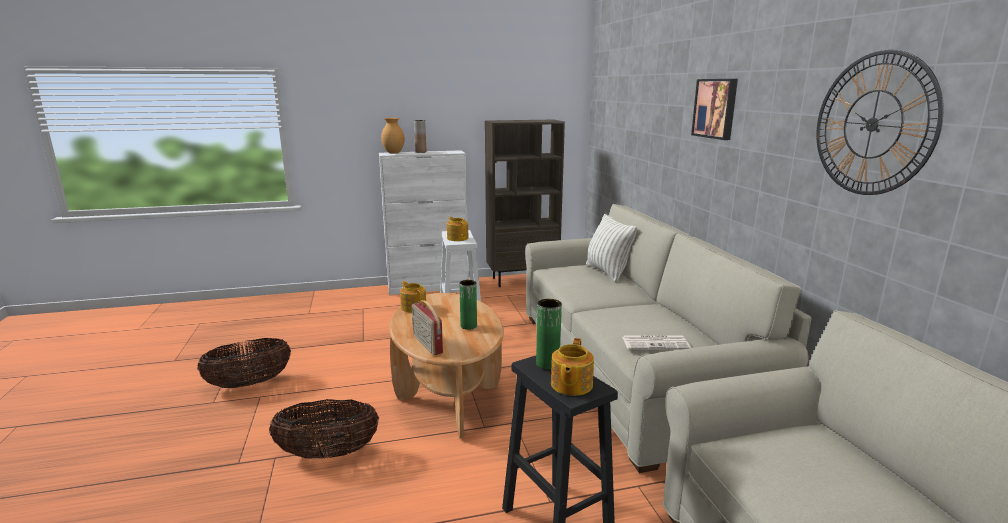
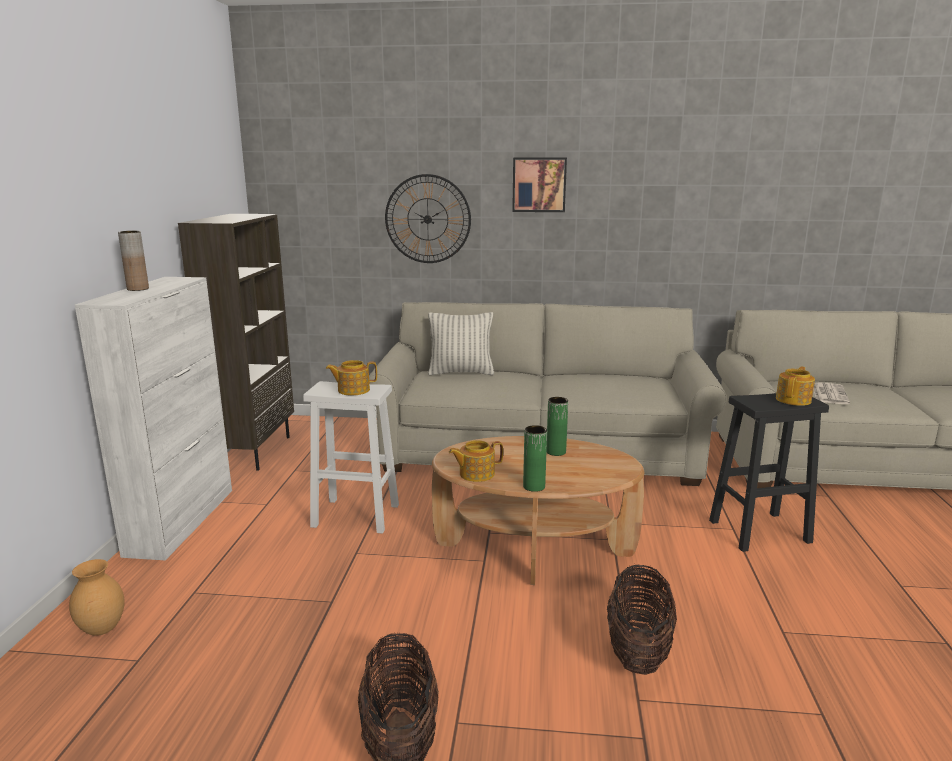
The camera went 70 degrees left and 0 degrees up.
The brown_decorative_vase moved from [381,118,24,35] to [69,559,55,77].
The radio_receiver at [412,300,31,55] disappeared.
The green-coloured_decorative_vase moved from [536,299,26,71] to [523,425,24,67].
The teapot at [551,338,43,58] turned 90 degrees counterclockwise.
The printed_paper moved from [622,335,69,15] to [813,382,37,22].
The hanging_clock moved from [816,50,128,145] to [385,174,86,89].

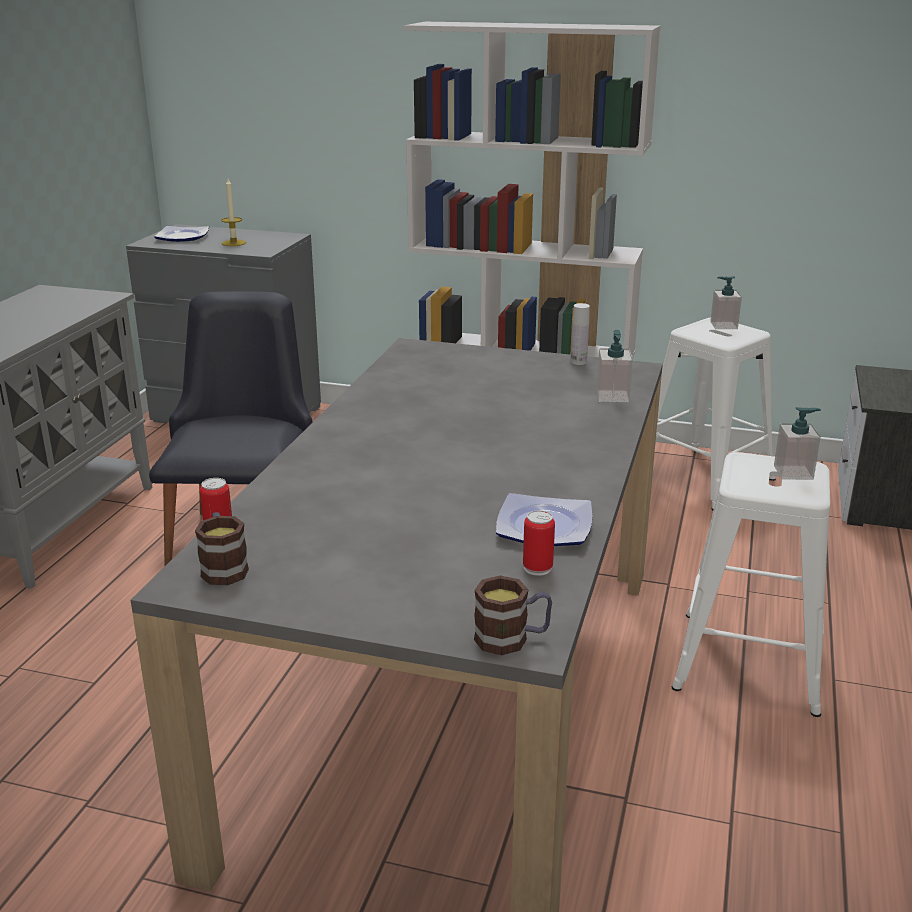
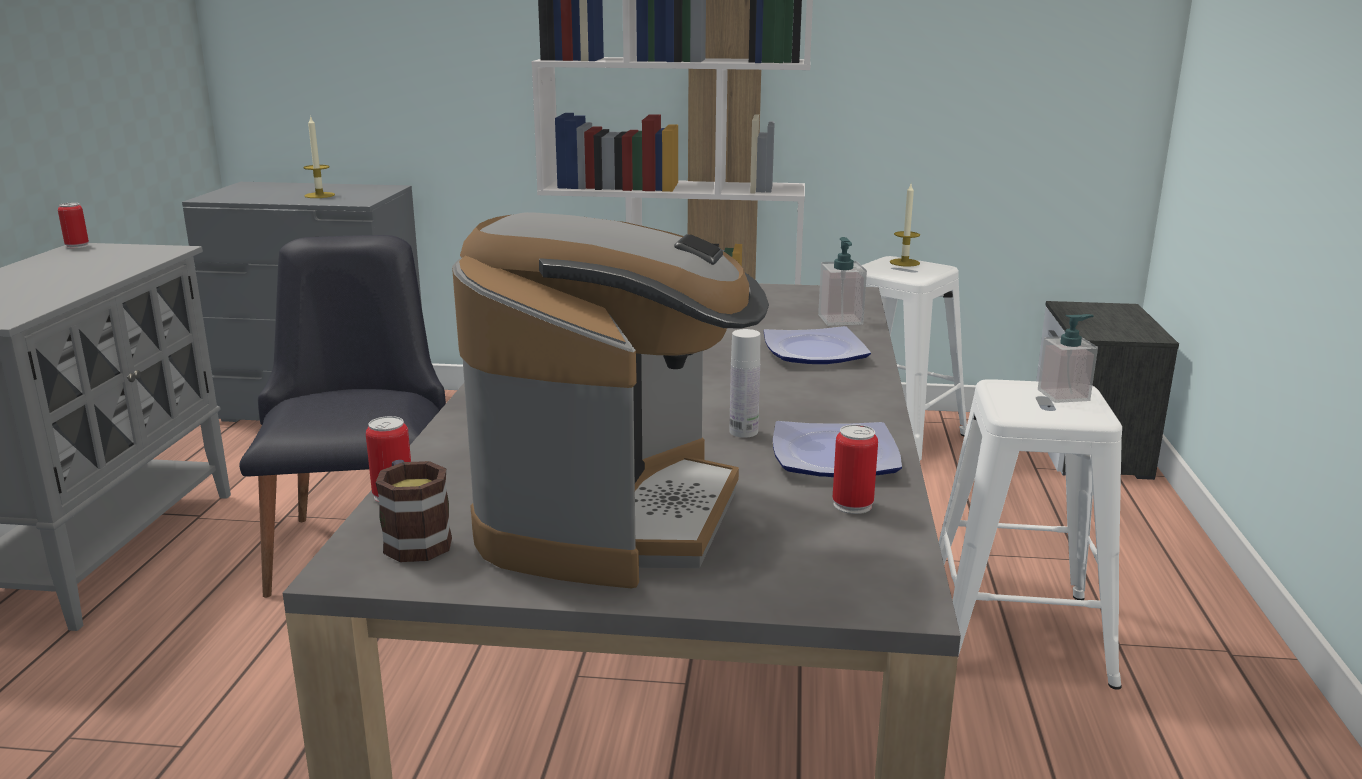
The camera went 10 degrees left and 5 degrees down.
The flat_dish moved from [154,226,55,16] to [764,326,107,38].
The mug at [474,575,78,80] disappeared.
The white-coloured_bottle moved from [571,303,19,62] to [729,329,31,109].
The soap_dispenser at [710,276,32,53] was replaced by the wax_candle at [890,184,30,83].
The sealed_can at [58,203,31,46] appeared.
The coffee_machine at [452,212,317,377] appeared.

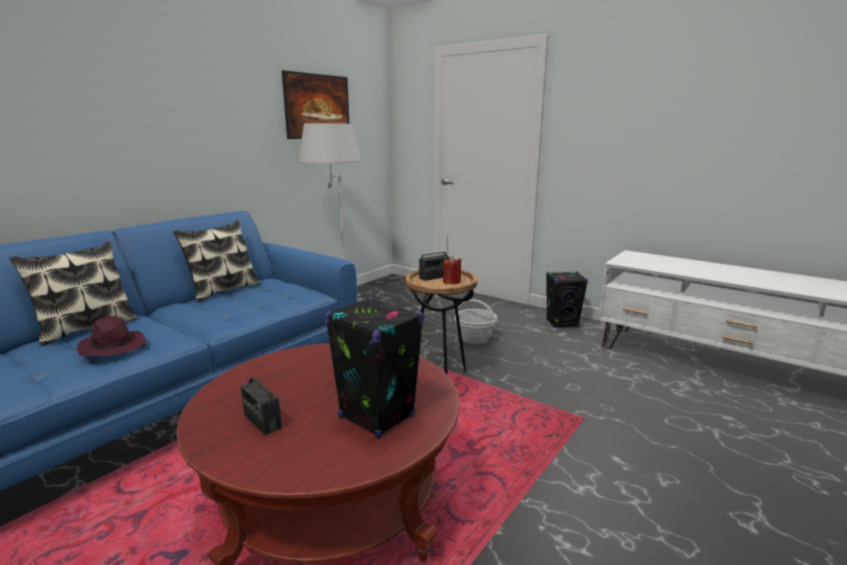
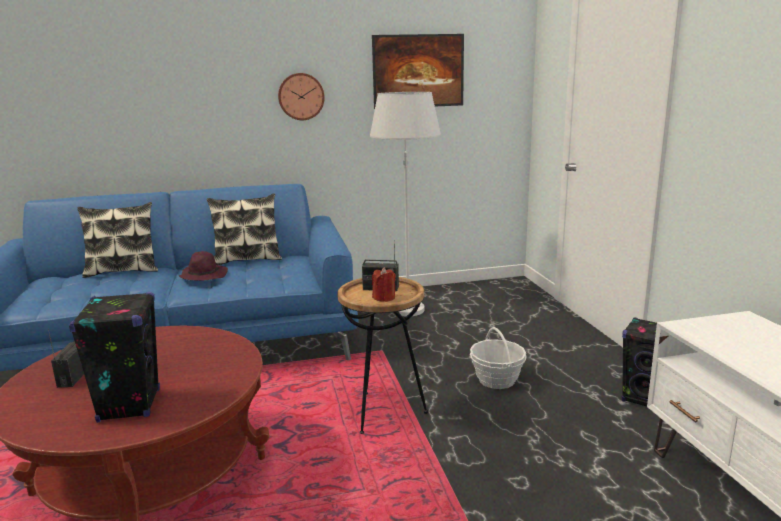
The camera went 40 degrees right and 0 degrees up.
The purple-coloured_clothing_hat moved from [77,316,68,41] to [179,251,49,30].
The hanging_clock at [278,73,47,47] appeared.

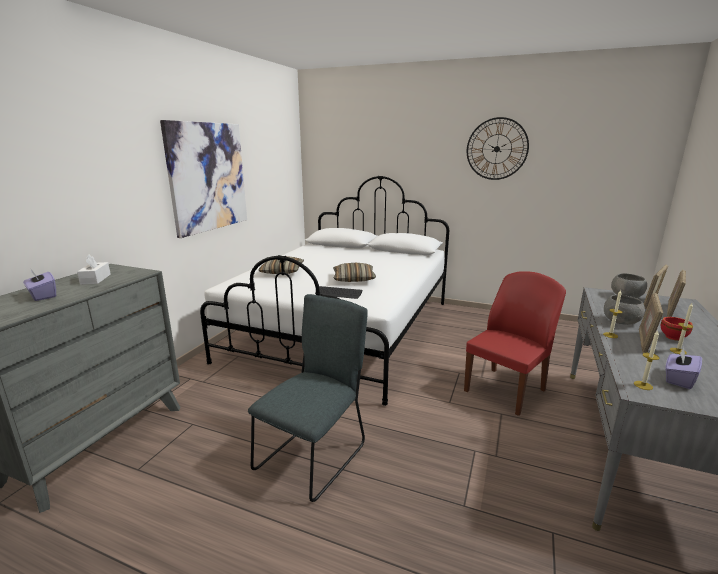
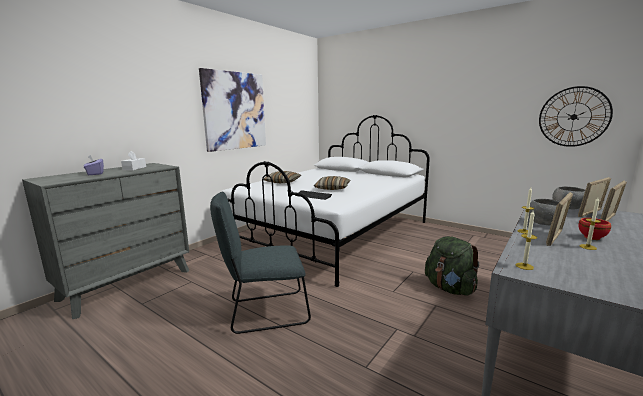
The camera went 15 degrees right and 5 degrees down.
The gray_plain_chair at [248,294,120,208] turned 150 degrees counterclockwise.
The reddish_plain_chair at [464,271,102,145] was replaced by the green-coloured_backpack at [425,236,54,60].
The hanging_clock moved from [467,117,62,63] to [539,86,74,61].
The purple-coloured_tissue_box at [665,347,37,42] disappeared.

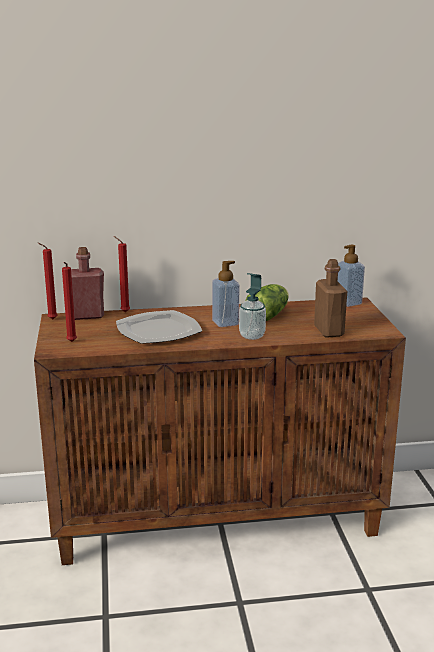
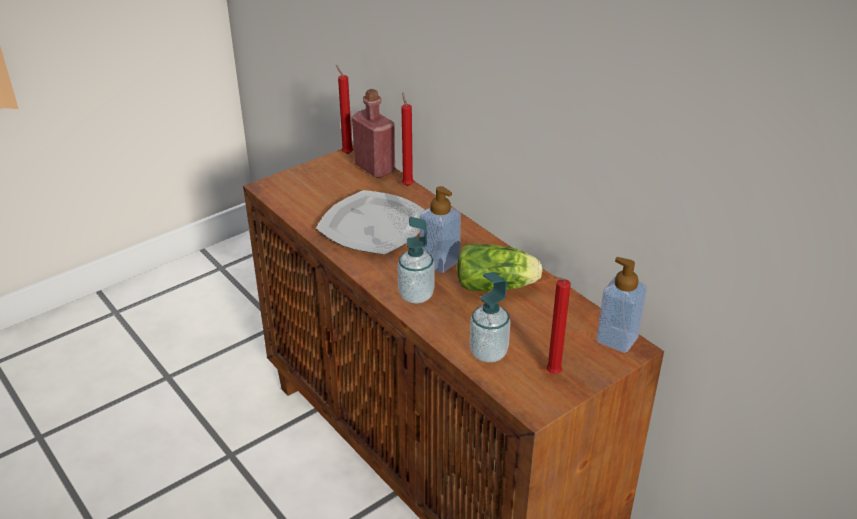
The camera went 60 degrees right and 15 degrees up.
The reddish_wax_candle moved from [62,262,15,80] to [546,276,25,98].
The brown_bottle at [314,259,33,78] was replaced by the soap_dispenser at [470,272,40,90].

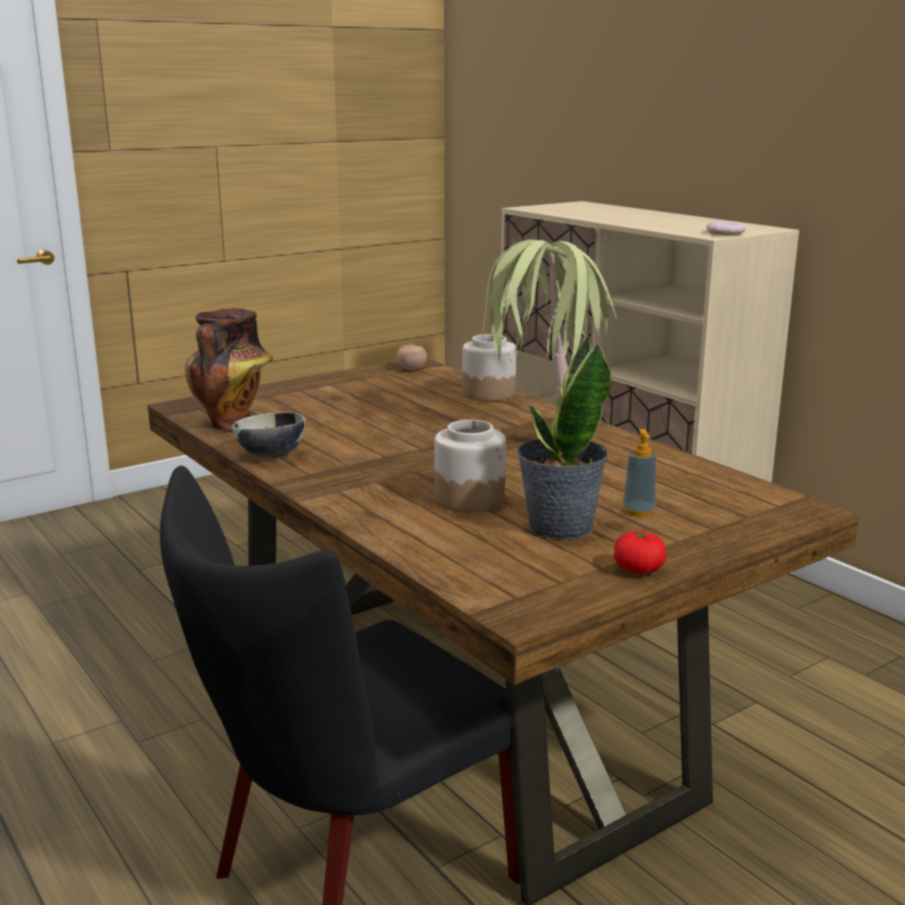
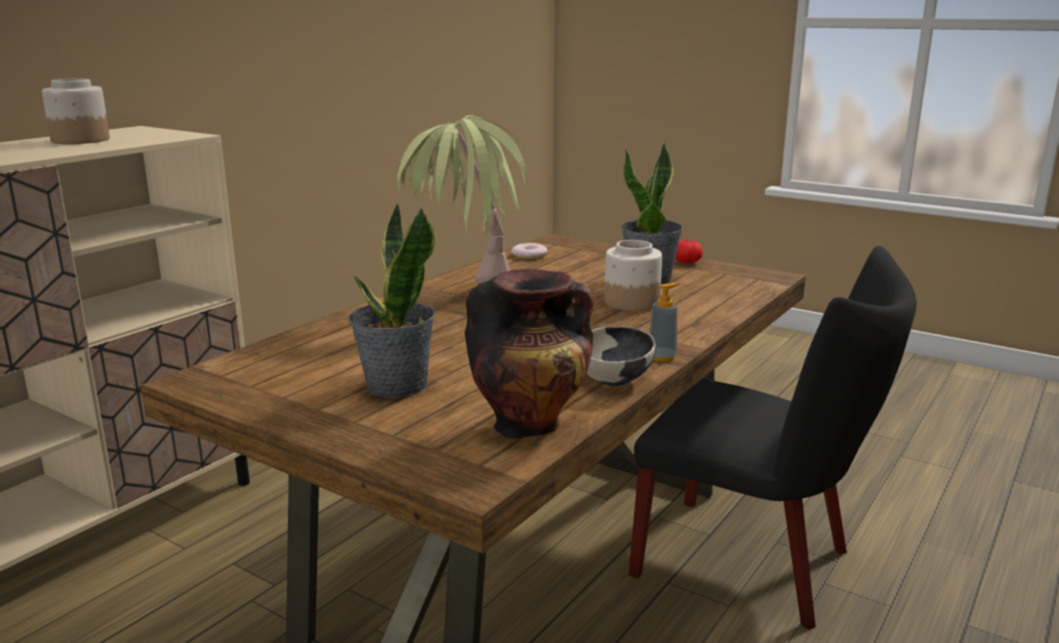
The camera went 110 degrees left and 0 degrees up.
The tomato at [397,344,30,26] disappeared.
The storage_jar moved from [462,334,54,67] to [42,79,68,65].
The soap_dispenser moved from [623,429,33,88] to [650,283,30,79].
The ring_doughnut moved from [706,221,40,14] to [511,243,36,16].
The houseplant at [348,202,87,196] appeared.

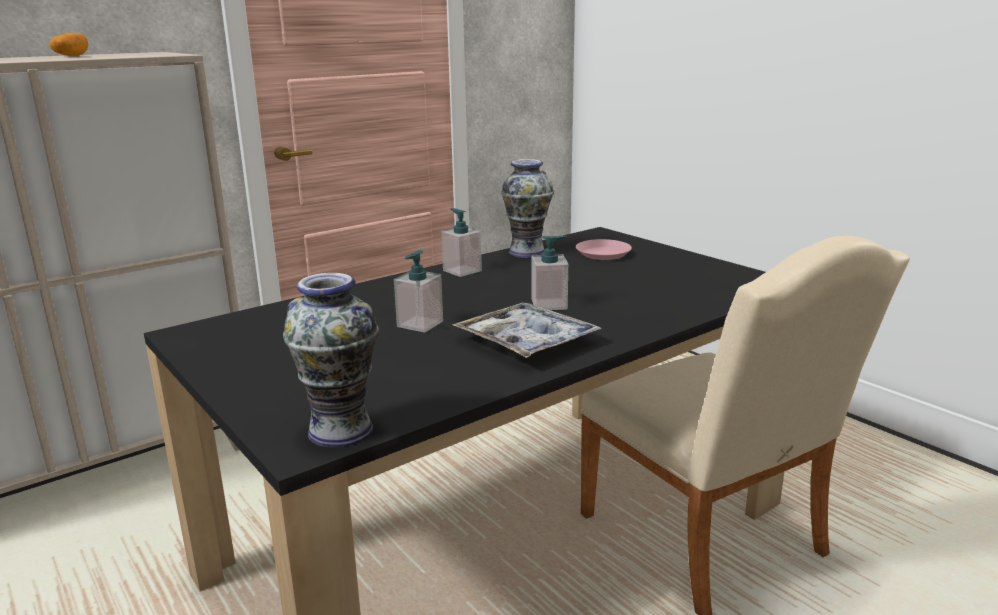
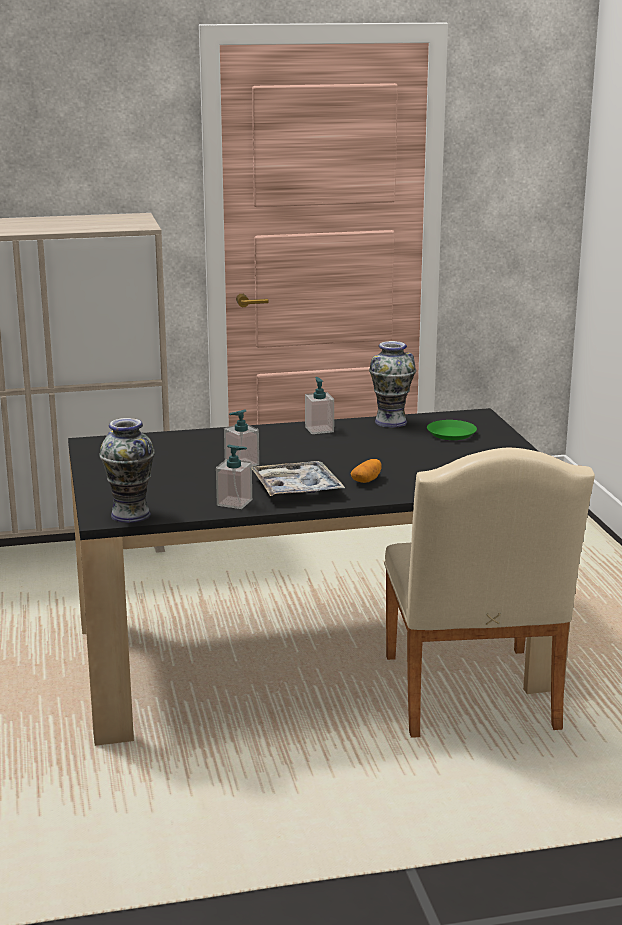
The camera went 25 degrees right and 0 degrees up.
The potato moved from [49,33,39,23] to [351,459,31,24].
The soap_dispenser moved from [532,236,36,74] to [216,445,36,64].
The pink-coloured_flat_dish at [576,239,56,21] became the green-coloured_flat_dish at [427,420,50,20].

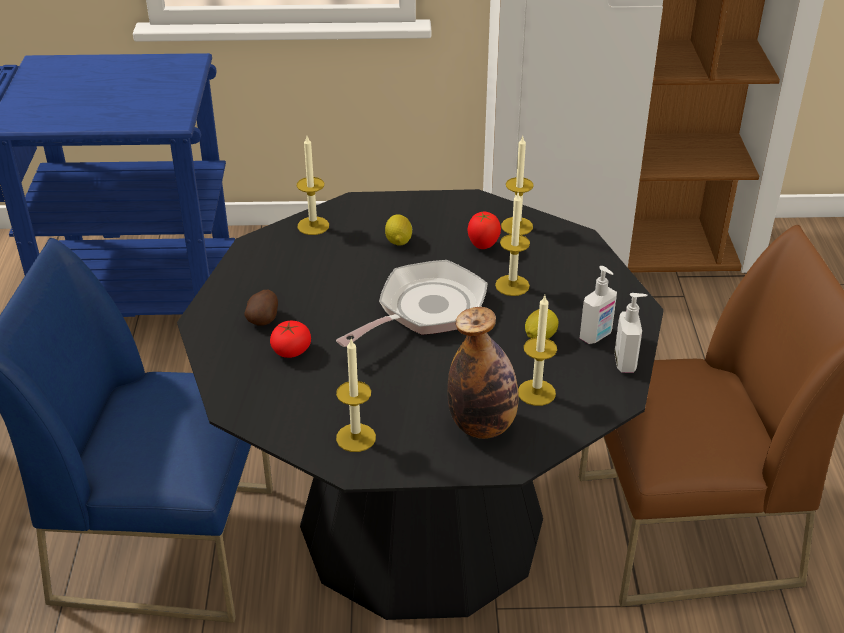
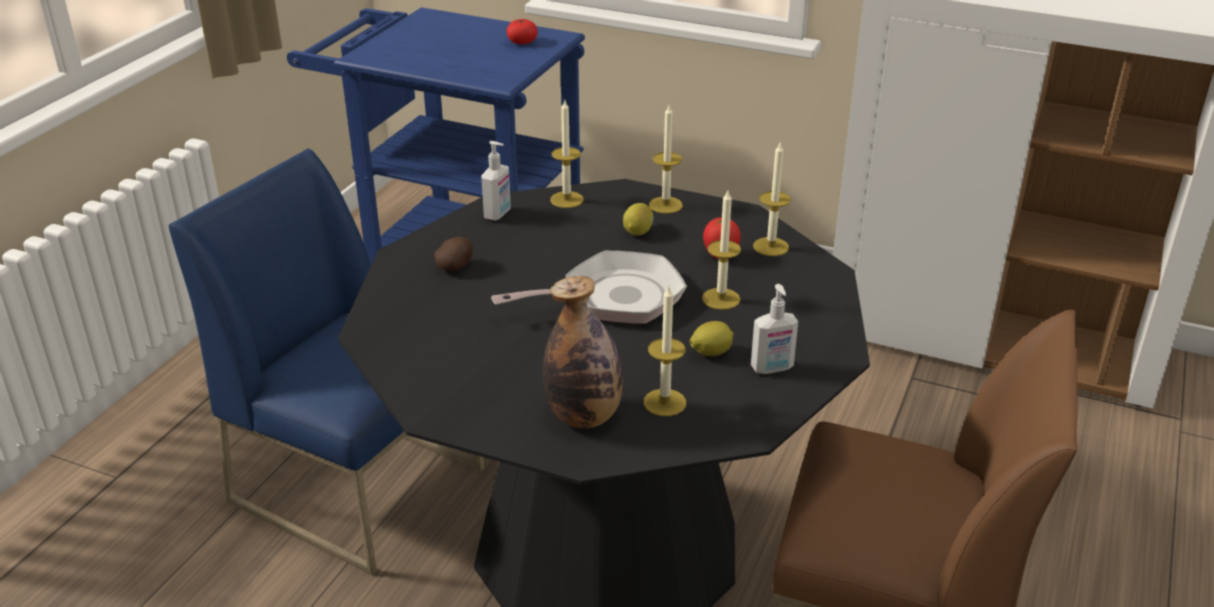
The camera went 25 degrees right and 5 degrees down.
The tomato moved from [270,321,41,37] to [506,19,32,25].
The wax_candle moved from [336,339,40,113] to [649,105,34,109].
The soap_dispenser moved from [614,293,33,80] to [481,141,30,80].

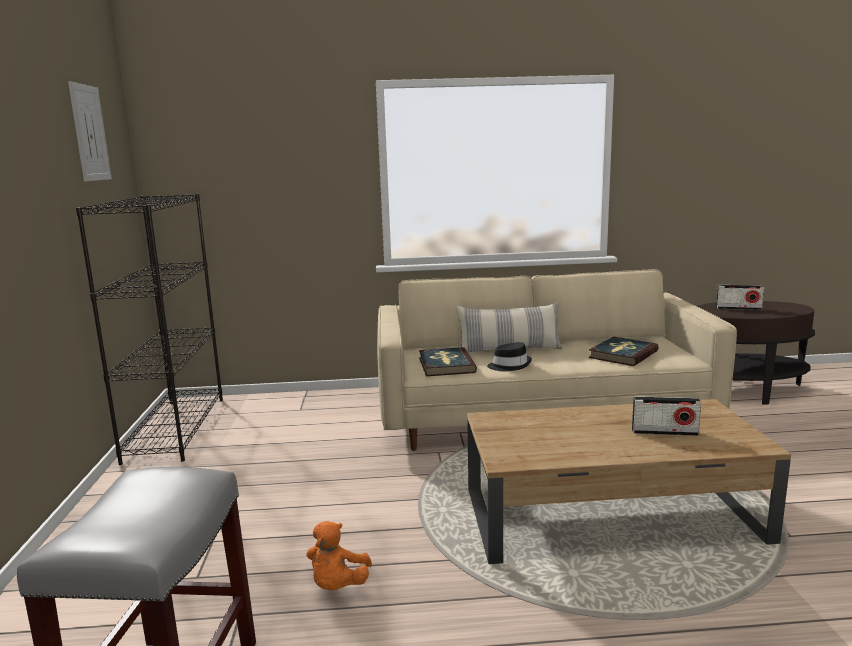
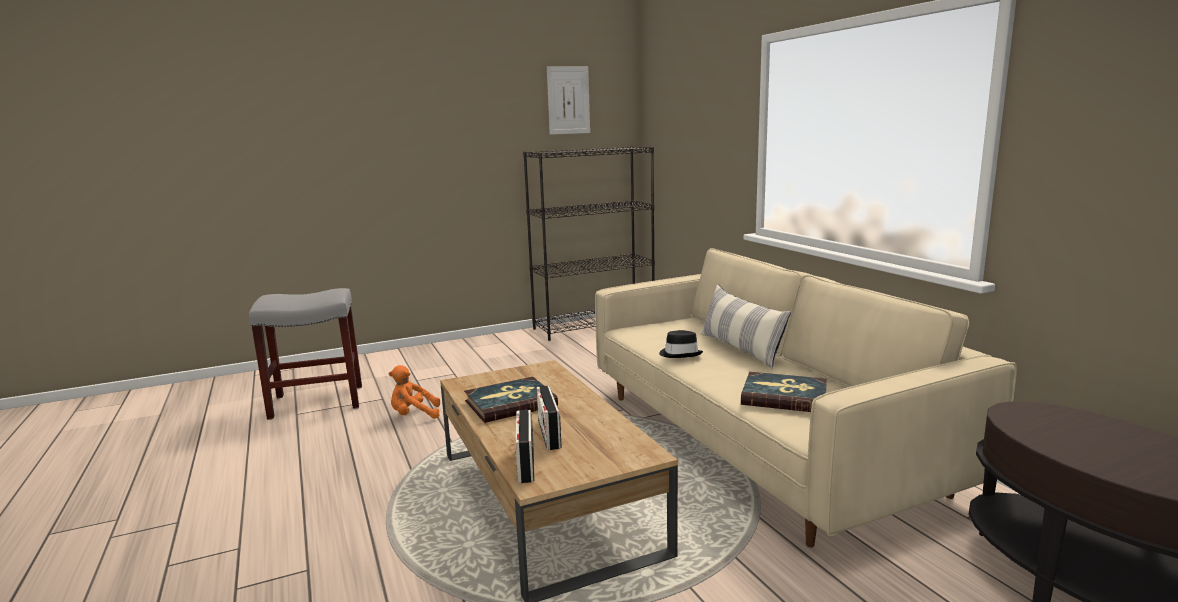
The camera went 70 degrees right and 0 degrees up.
The bound_book moved from [419,347,58,29] to [464,377,94,46].
The radio_receiver moved from [716,285,48,25] to [515,410,19,73].

